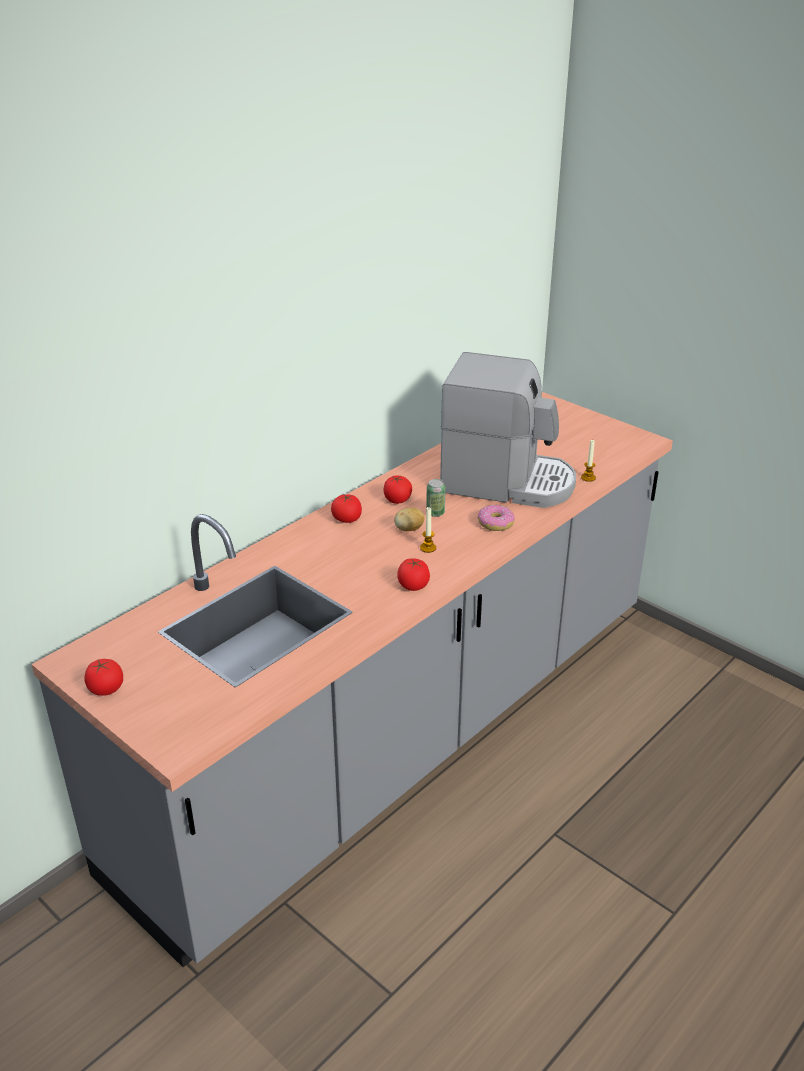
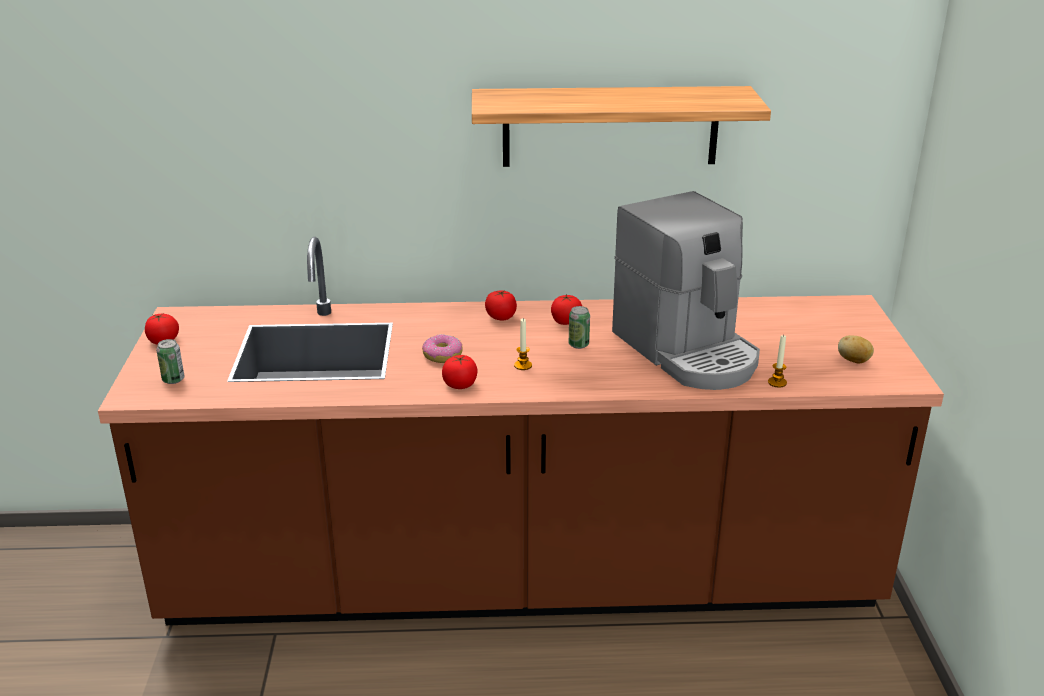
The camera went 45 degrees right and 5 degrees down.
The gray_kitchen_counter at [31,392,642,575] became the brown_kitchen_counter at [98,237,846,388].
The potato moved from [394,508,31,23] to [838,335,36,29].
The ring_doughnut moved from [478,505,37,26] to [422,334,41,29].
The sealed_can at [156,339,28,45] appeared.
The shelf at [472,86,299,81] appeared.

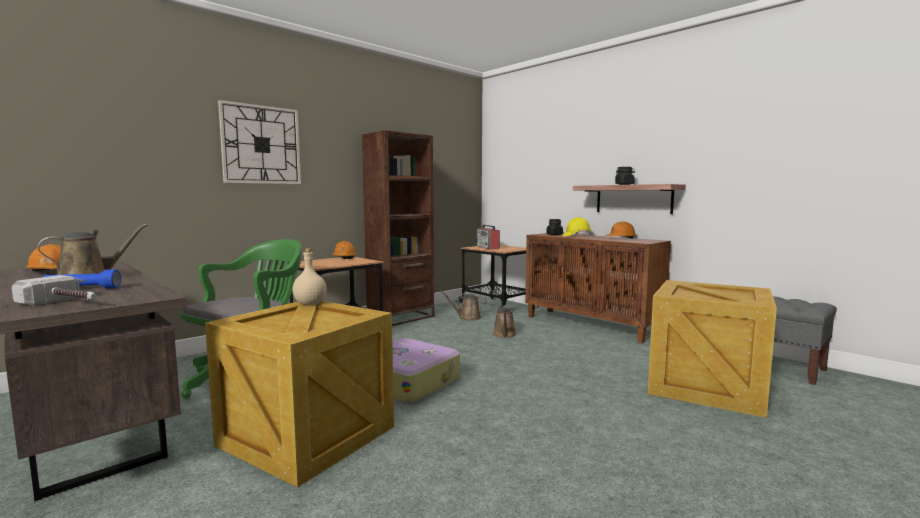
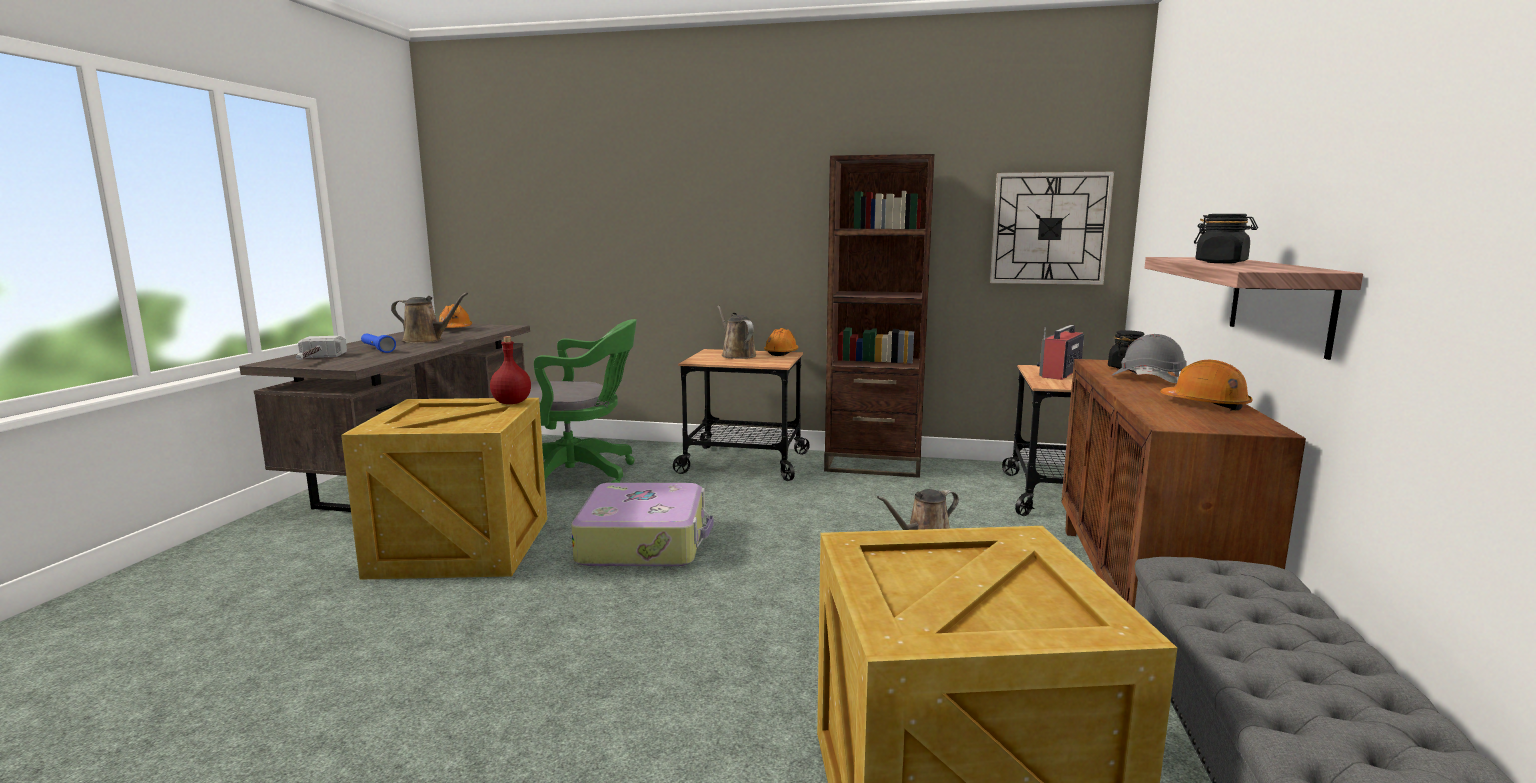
The camera went 55 degrees right and 5 degrees up.
The hanging_clock moved from [218,100,83,84] to [990,172,124,113].
The beige_bottle at [292,248,35,57] became the reddish_bottle at [490,336,41,68].
The brown_watering_pot moved from [440,291,47,30] to [717,305,39,54].
The yellow_safety_helmet at [562,217,29,20] became the gray_safety_helmet at [1111,334,76,49].

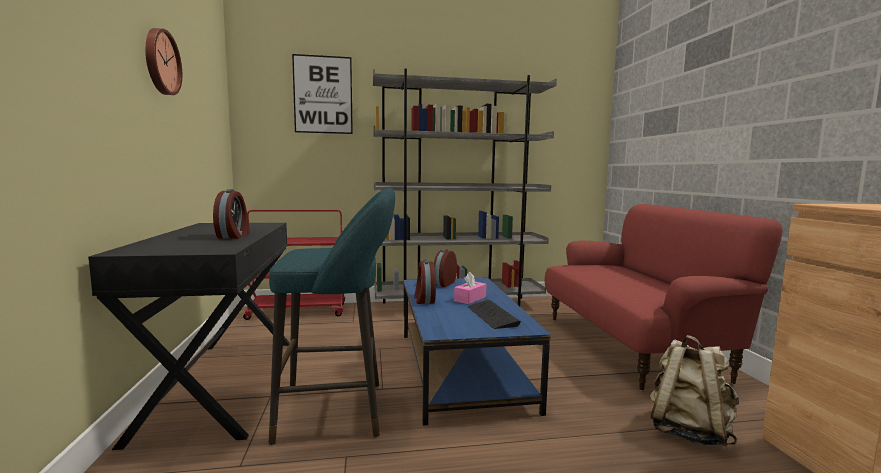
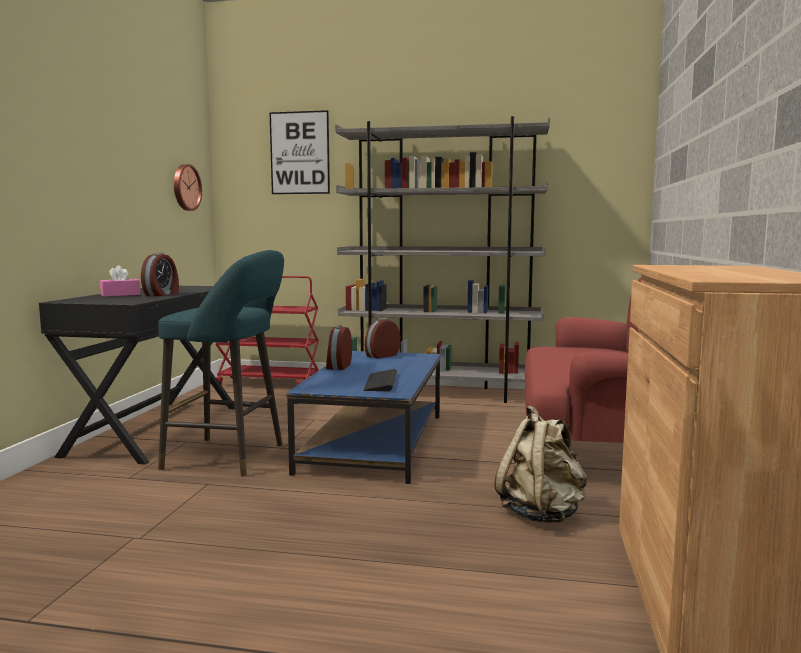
The camera went 20 degrees right and 0 degrees up.
The hanging_clock moved from [145,28,37,67] to [174,164,28,47].
The pink-coloured_tissue_box moved from [454,272,32,32] to [100,265,40,32].

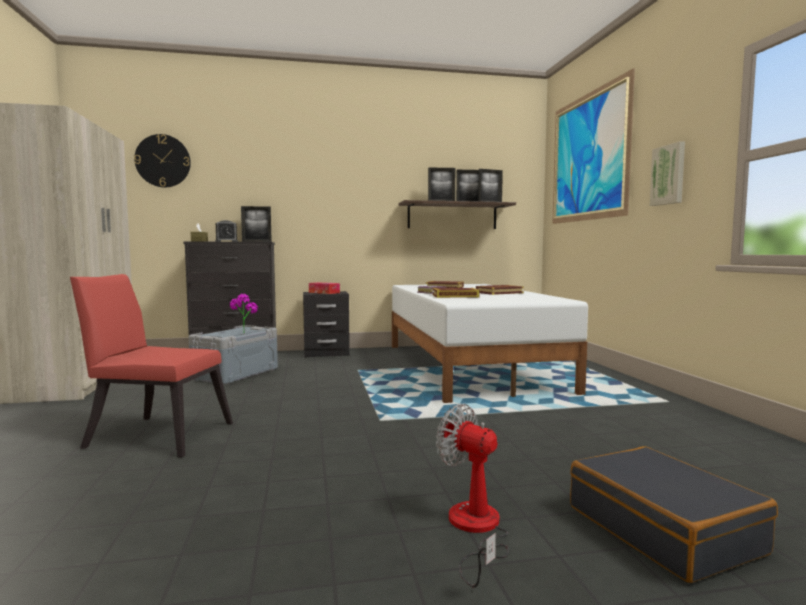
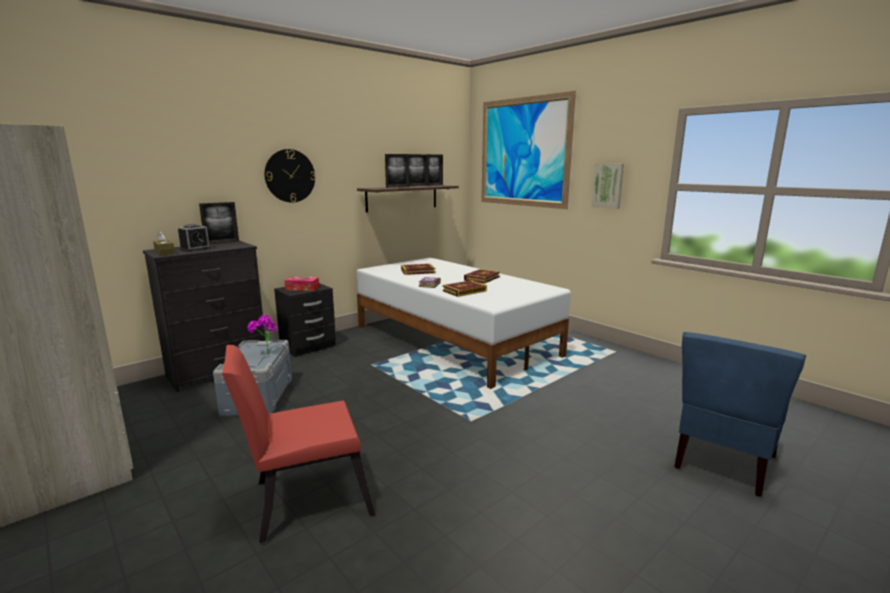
The camera went 30 degrees left and 10 degrees up.
The hanging_clock moved from [134,134,57,54] to [265,149,51,54].
The fan at [436,403,73,185] disappeared.
The blackish_suitcase at [570,446,208,137] was replaced by the blue-coloured_plain_chair at [674,332,132,165].

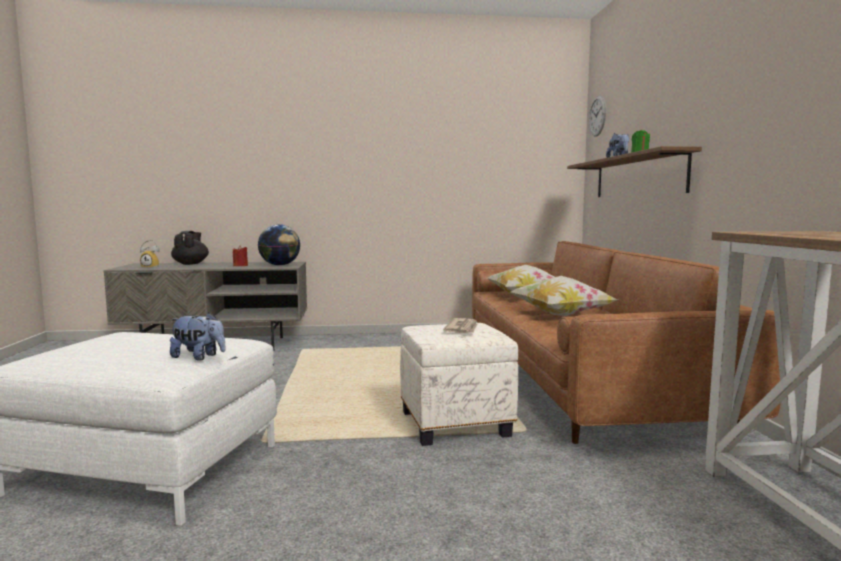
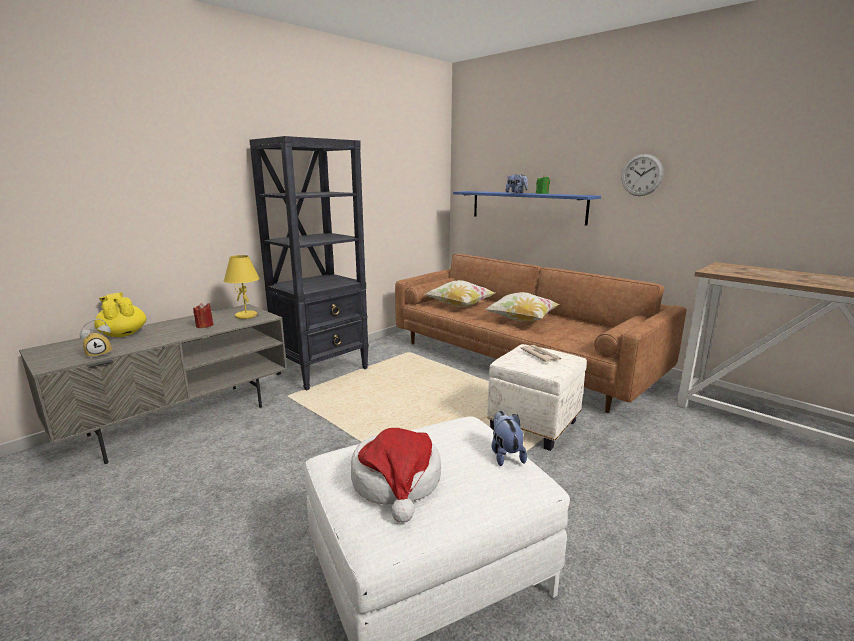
The camera went 40 degrees left and 10 degrees up.
The soft_toy at [170,312,56,49] turned 75 degrees counterclockwise.
The blackish_teapot at [171,231,38,34] became the yellow_teapot at [94,292,52,45].
The globe at [258,224,42,42] was replaced by the yellow_table_lamp at [224,255,36,64].
The brown_shelf at [567,146,135,51] became the blue-coloured_shelf at [453,191,148,35].
The hanging_clock moved from [589,96,17,40] to [622,154,41,42].
The blackish_shelving_unit at [249,136,120,255] appeared.
The clothing_hat at [351,428,90,95] appeared.

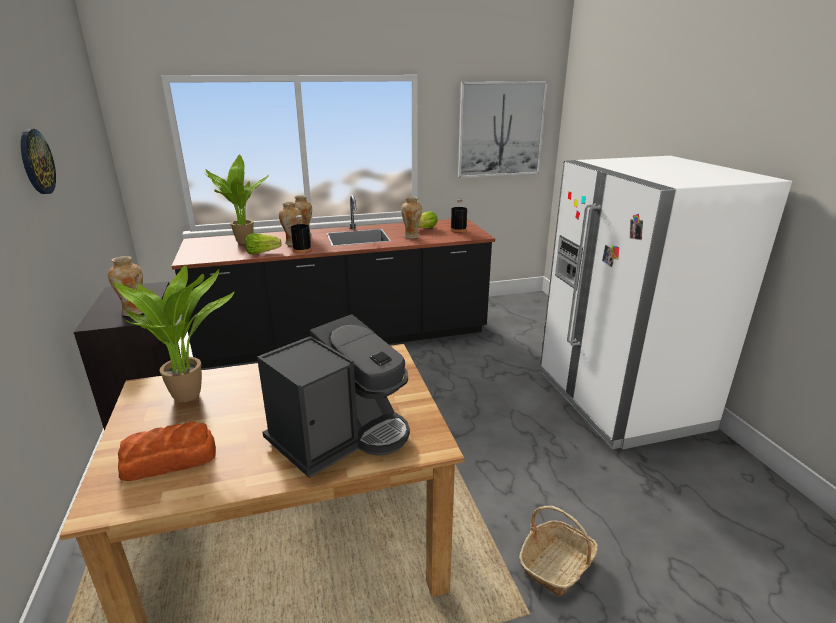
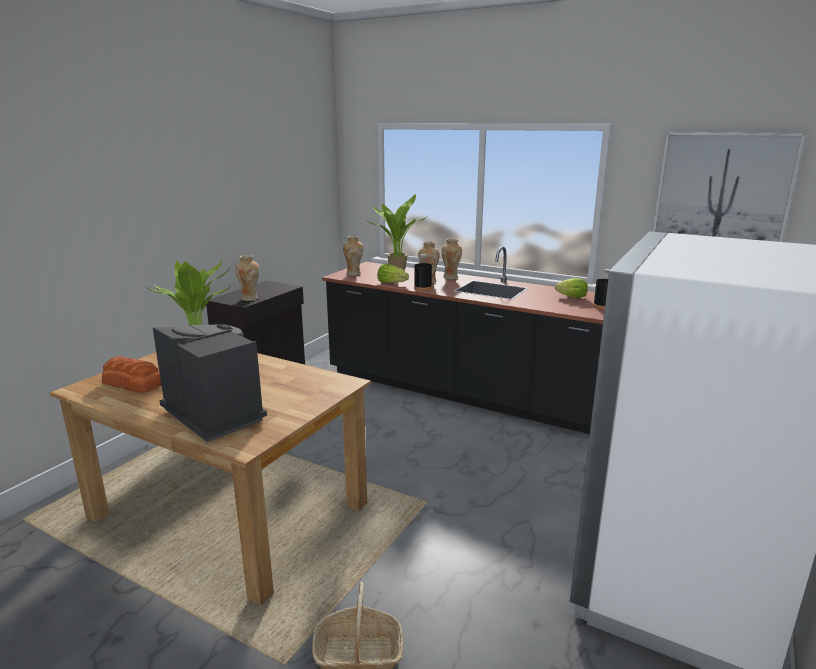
The camera went 45 degrees right and 5 degrees down.
The hanging_clock at [21,129,35,65] disappeared.
The coffee_machine at [257,314,153,164] turned 135 degrees counterclockwise.
The decorative_vase moved from [401,197,21,42] to [343,236,20,40].

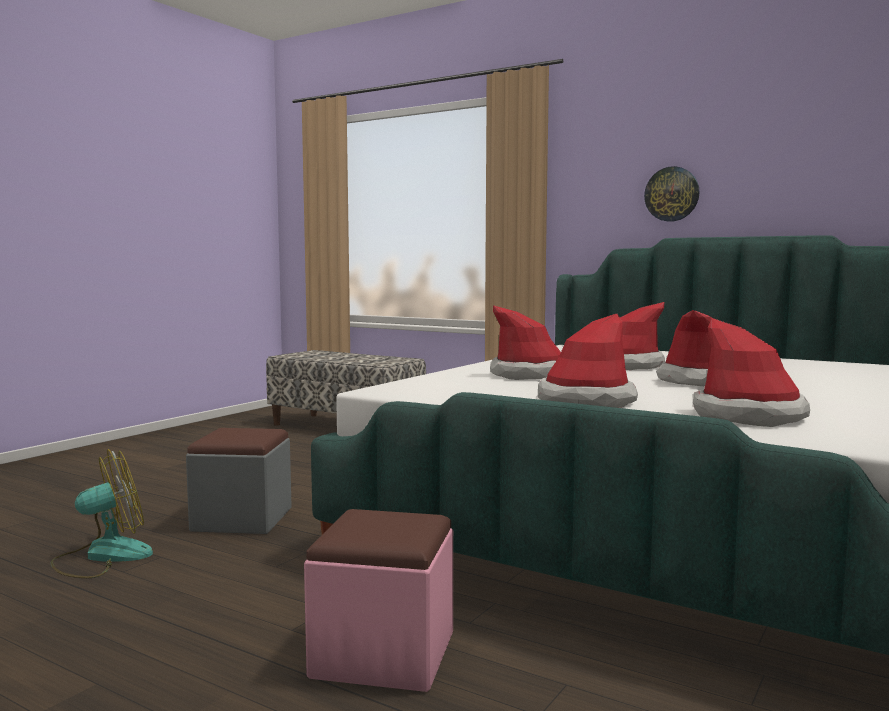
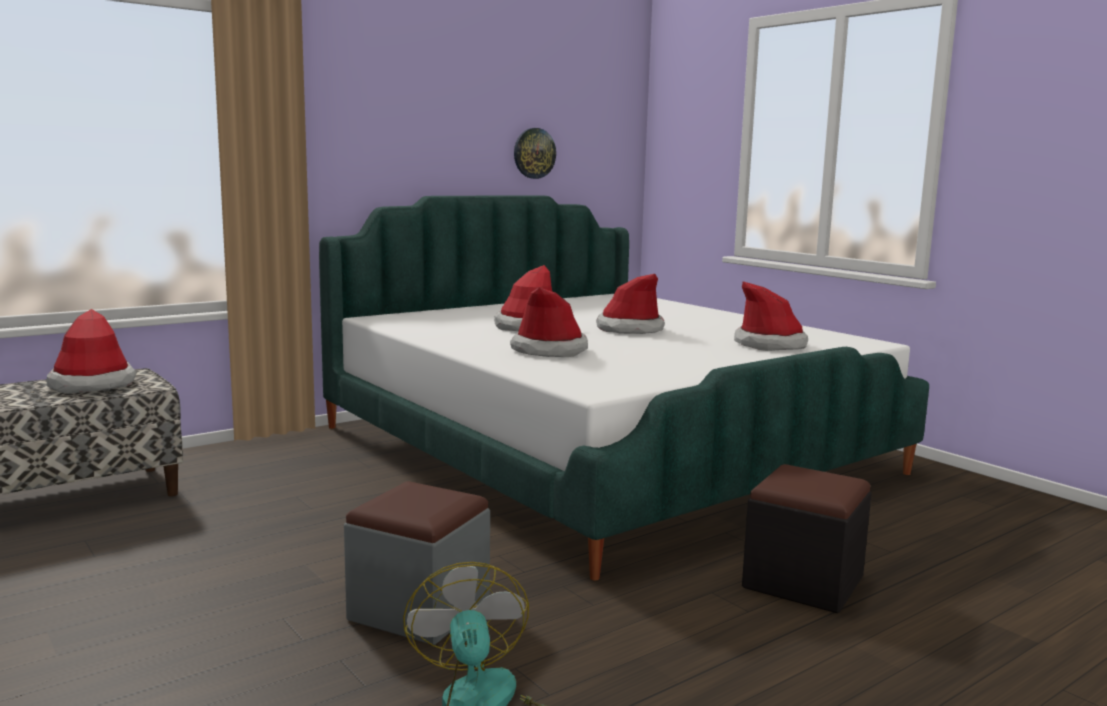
The camera went 70 degrees left and 5 degrees up.
The pink-coloured_ottoman at [304,509,149,183] became the blackish_ottoman at [742,464,130,149].
The clothing_hat moved from [538,314,100,94] to [47,309,90,85].
The hanging_clock moved from [644,166,55,56] to [514,128,42,51].

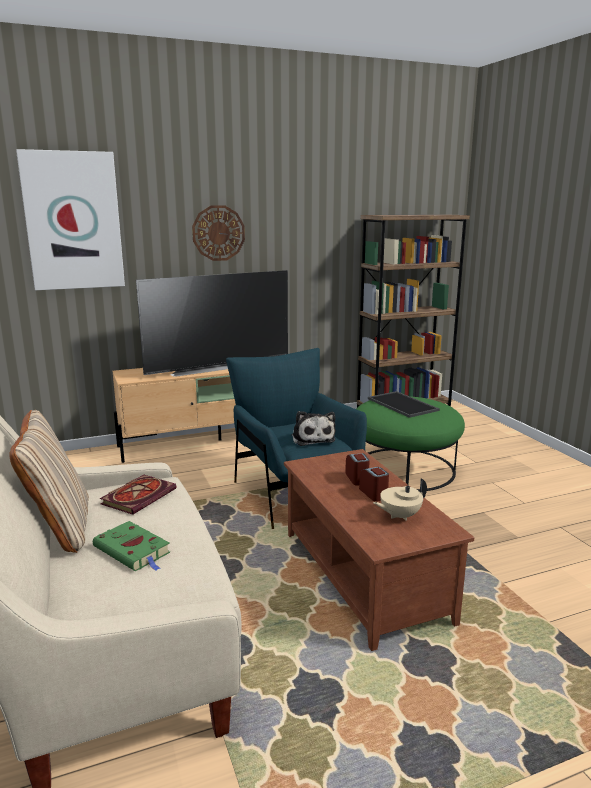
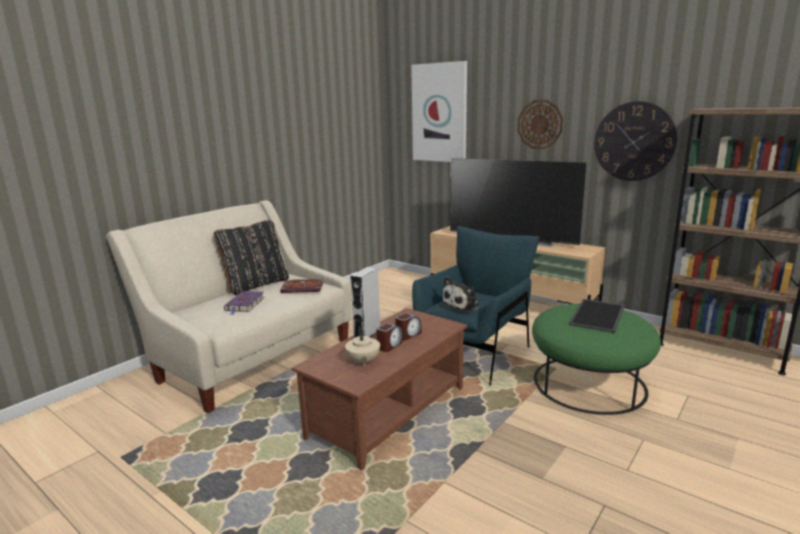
The camera went 60 degrees right and 0 degrees up.
The beige_pillow at [9,410,80,143] became the blackish_pillow at [214,219,75,77].
The green-coloured_bound_book at [93,521,77,50] became the purple-coloured_bound_book at [224,291,41,24].
The beige_teapot at [373,478,54,43] turned 135 degrees counterclockwise.
The gray_audio_speaker at [350,267,30,71] appeared.
The hanging_clock at [594,101,83,80] appeared.

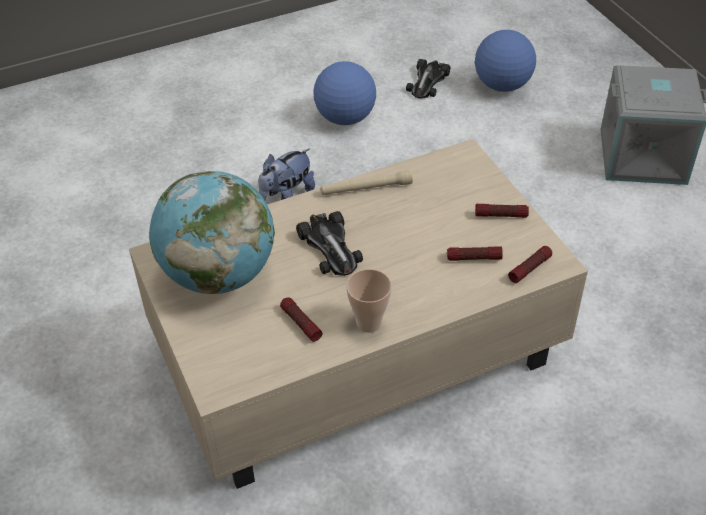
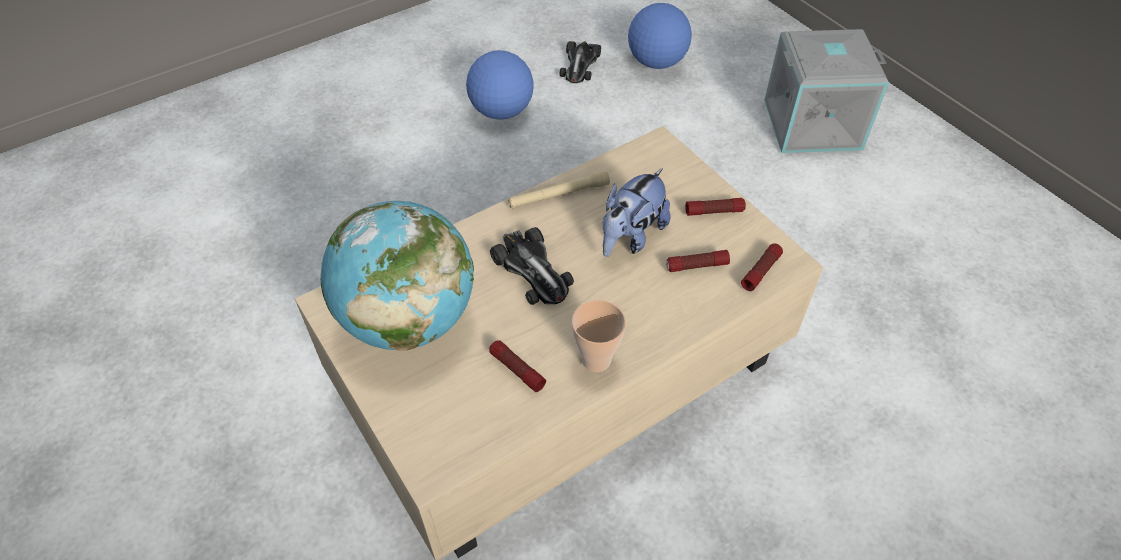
The camera went 10 degrees left and 5 degrees up.
The soft_toy moved from [259,148,56,52] to [603,168,67,89].

